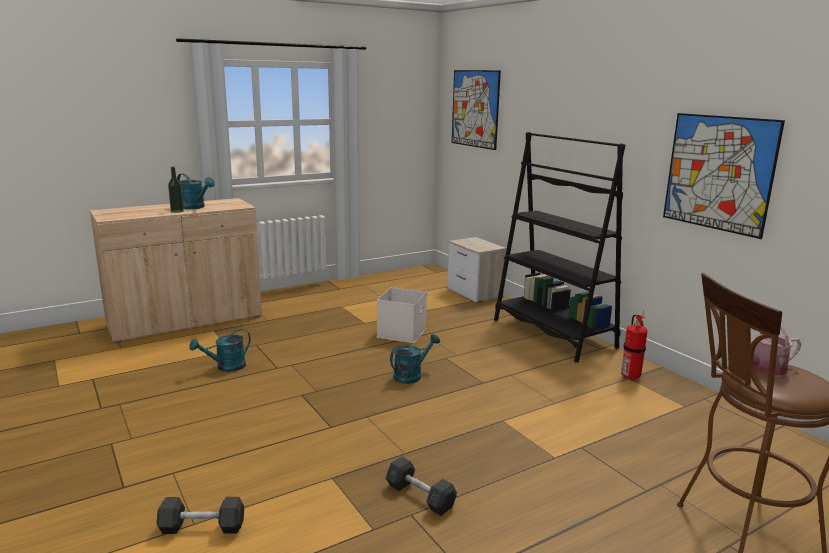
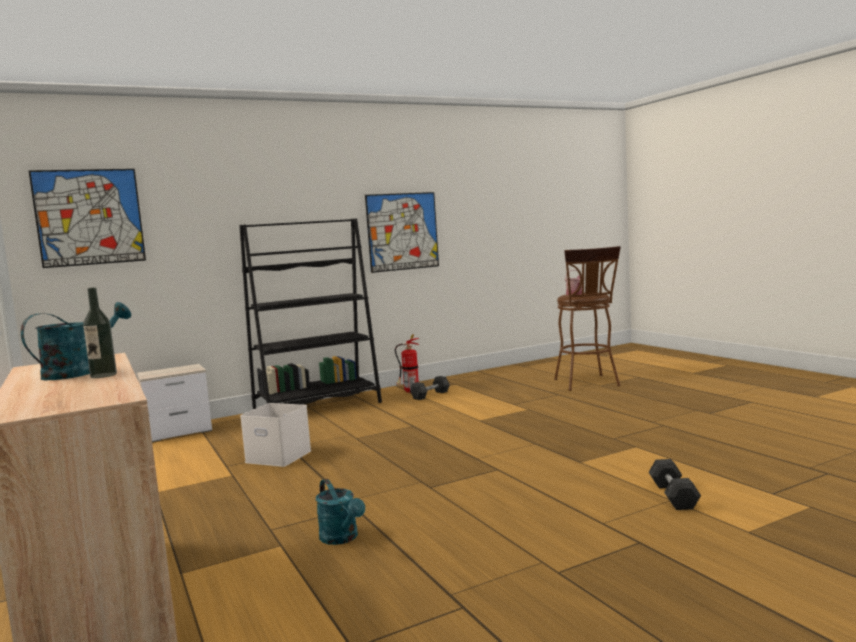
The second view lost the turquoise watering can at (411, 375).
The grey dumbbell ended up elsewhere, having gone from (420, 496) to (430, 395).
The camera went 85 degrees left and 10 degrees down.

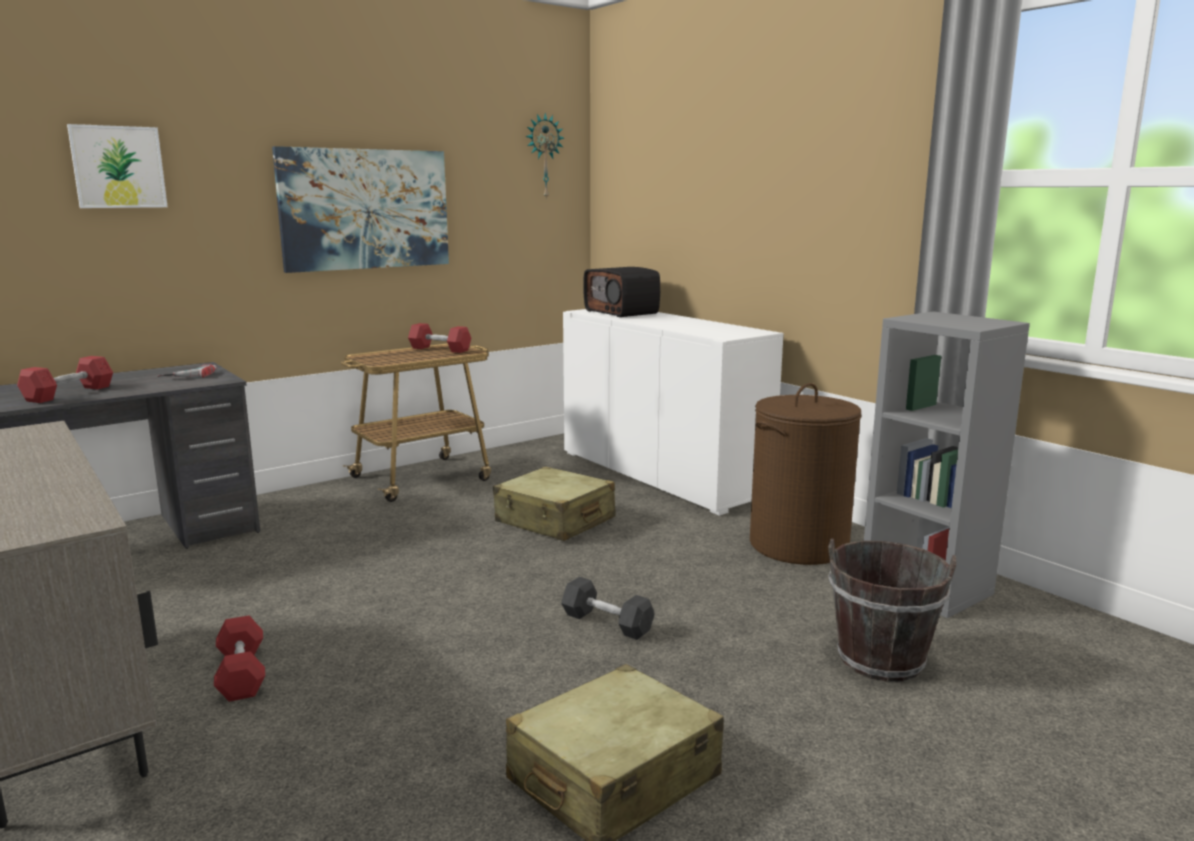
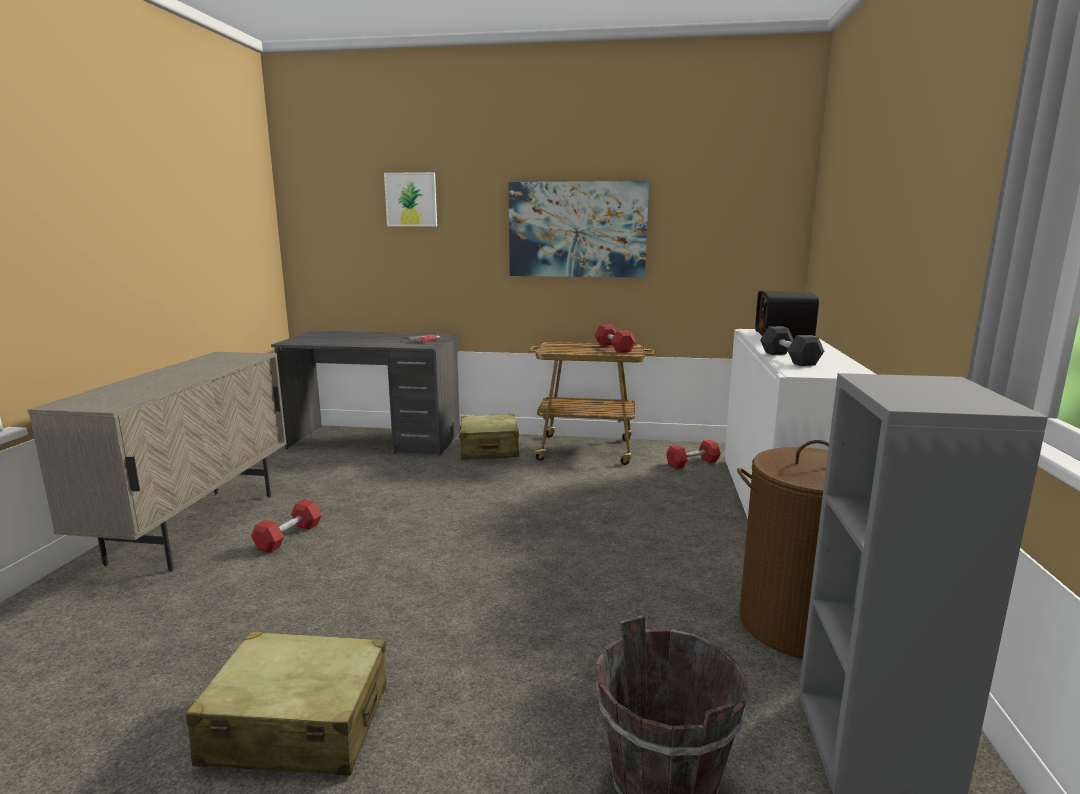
The second view lost the wall clock at (543, 156).
The red dumbbell ended up elsewhere, having gone from (69, 393) to (692, 463).
The beige suitcase ended up elsewhere, having gone from (555, 520) to (489, 449).
The grey dumbbell ended up elsewhere, having gone from (607, 623) to (789, 358).
The camera went 45 degrees right and 0 degrees up.

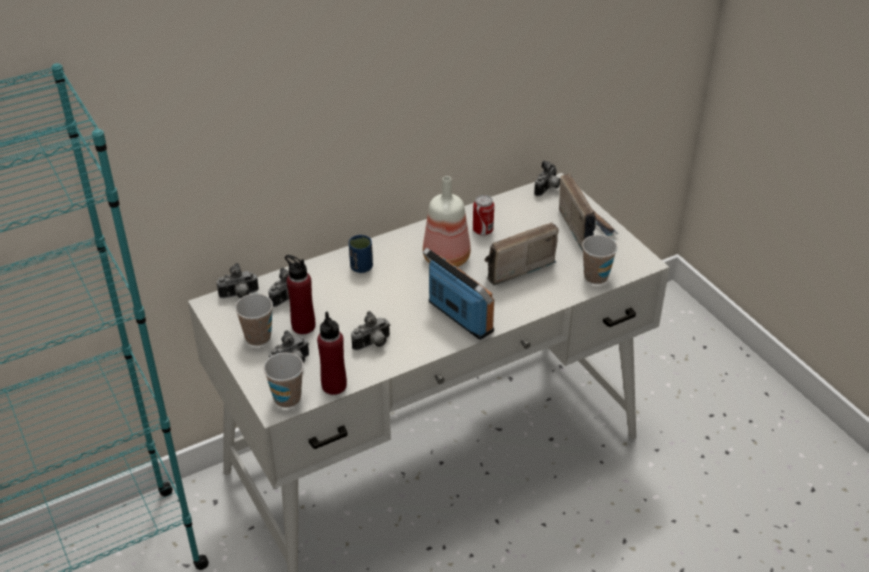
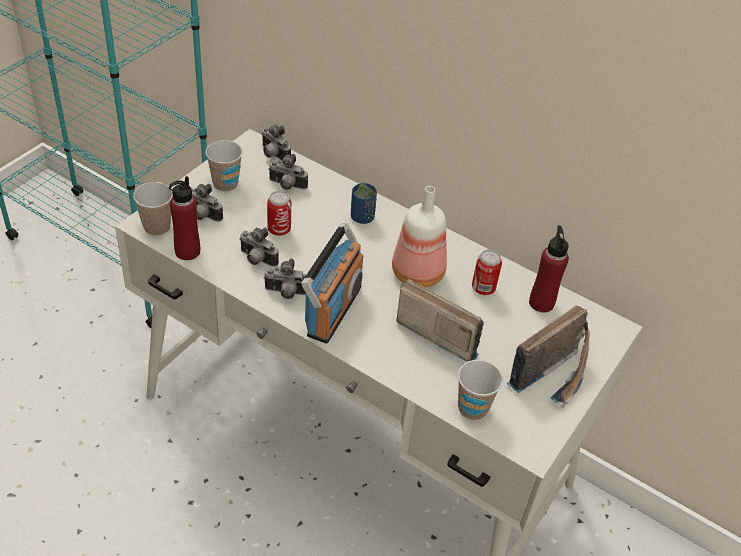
The photo camera ended up elsewhere, having gone from (548, 189) to (286, 293).
The red bottle ended up elsewhere, having gone from (303, 326) to (541, 303).
The second view gained the can at (279, 230).
The camera went 60 degrees right and 5 degrees up.

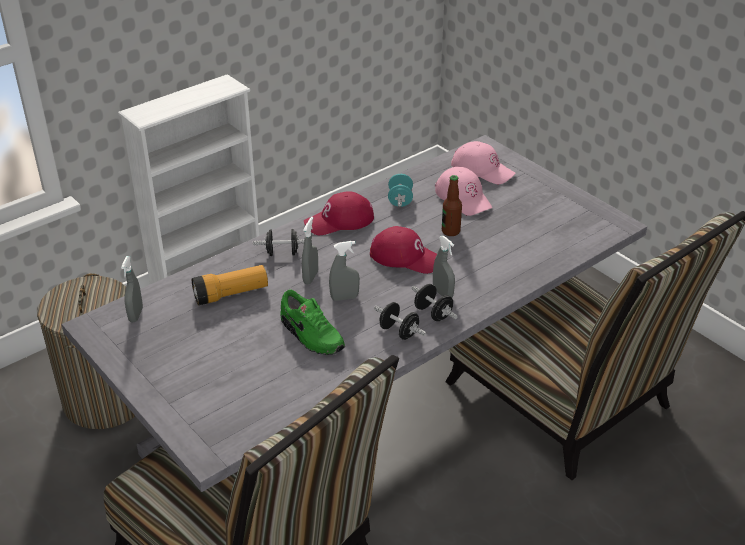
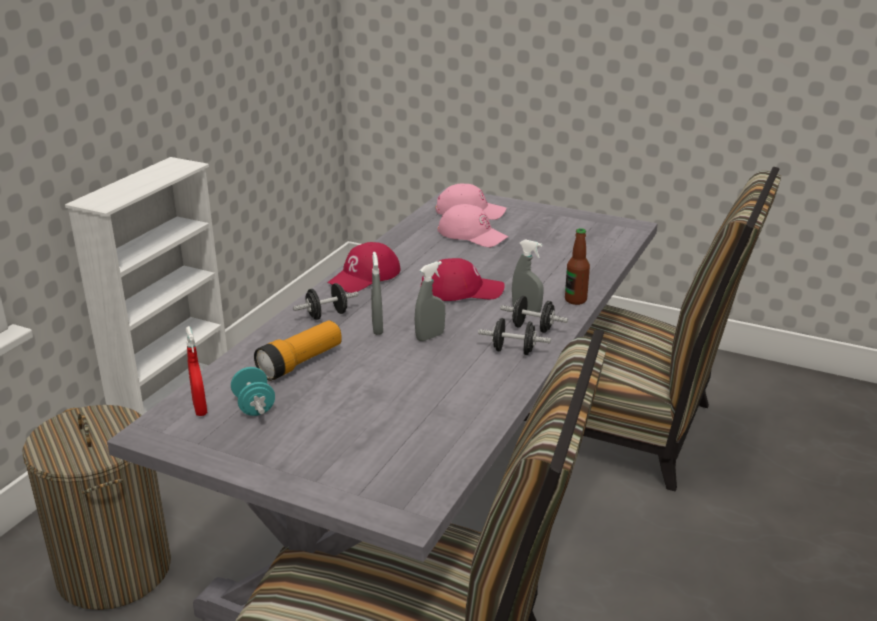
The turquoise dumbbell ended up elsewhere, having gone from (400, 200) to (254, 406).
The bottle ended up elsewhere, having gone from (450, 231) to (575, 300).
What was the grey spray bottle at (136, 315) turned into the red spray bottle at (200, 408).
The second view lost the green shoe at (310, 336).
The camera went 25 degrees left and 10 degrees down.

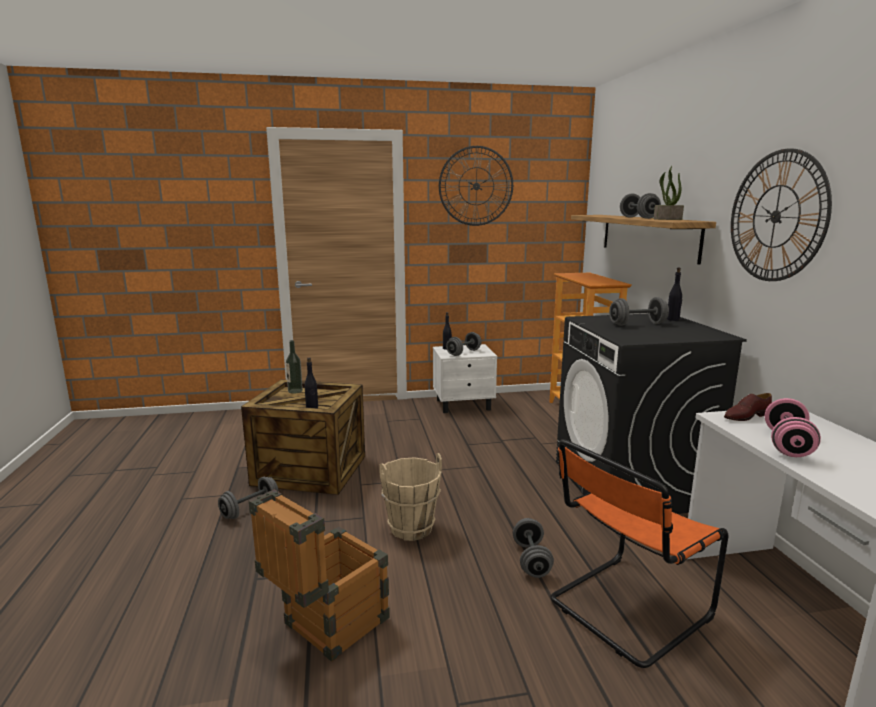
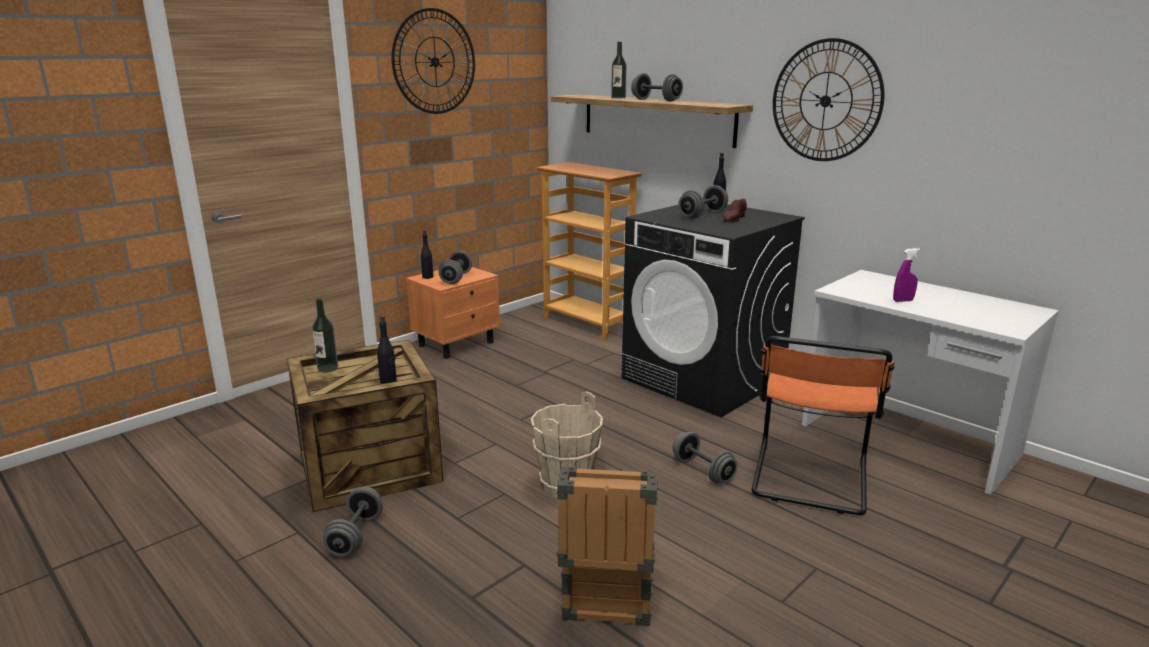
The second view lost the potted plant at (667, 219).
What was the white nightstand at (464, 405) turned into the orange nightstand at (457, 344).
The brown shoe ended up elsewhere, having gone from (745, 416) to (733, 219).
Where the pink dumbbell stood at (787, 444), the purple spray bottle came to stand at (903, 301).
The second view gained the bottle at (618, 98).
The camera went 35 degrees left and 5 degrees up.

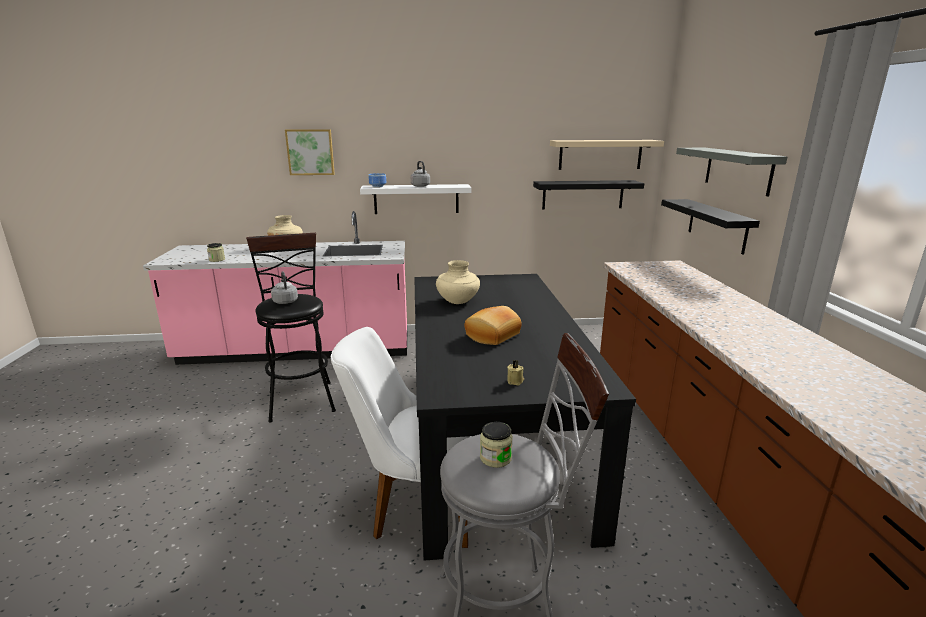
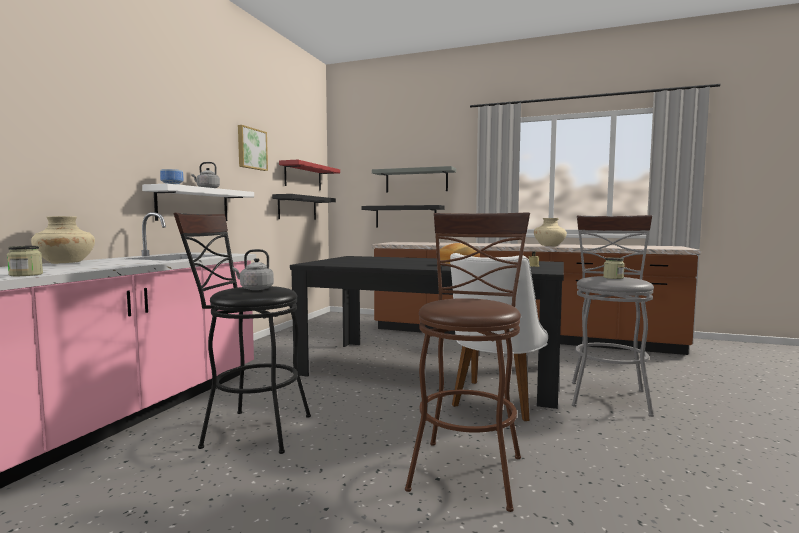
The picture ended up elsewhere, having gone from (310, 152) to (251, 149).
What was the beige shelf at (600, 154) turned into the red shelf at (303, 177).
The beige vase ended up elsewhere, having gone from (458, 301) to (549, 246).
The second view gained the brown stool at (468, 466).
The camera went 65 degrees left and 15 degrees down.

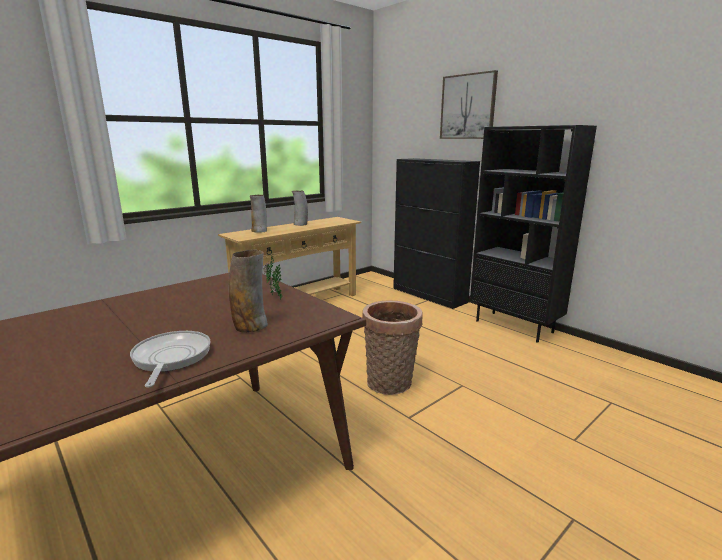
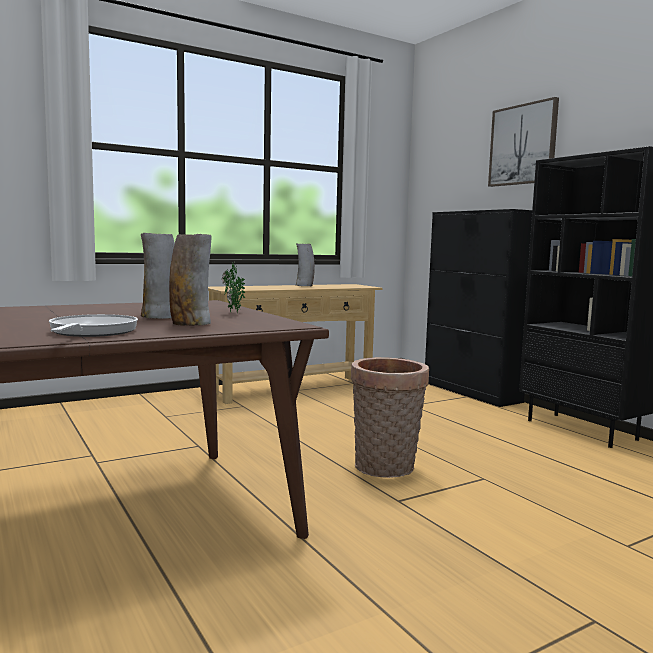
The vase ended up elsewhere, having gone from (259, 231) to (160, 317).
The camera went 10 degrees right and 10 degrees down.

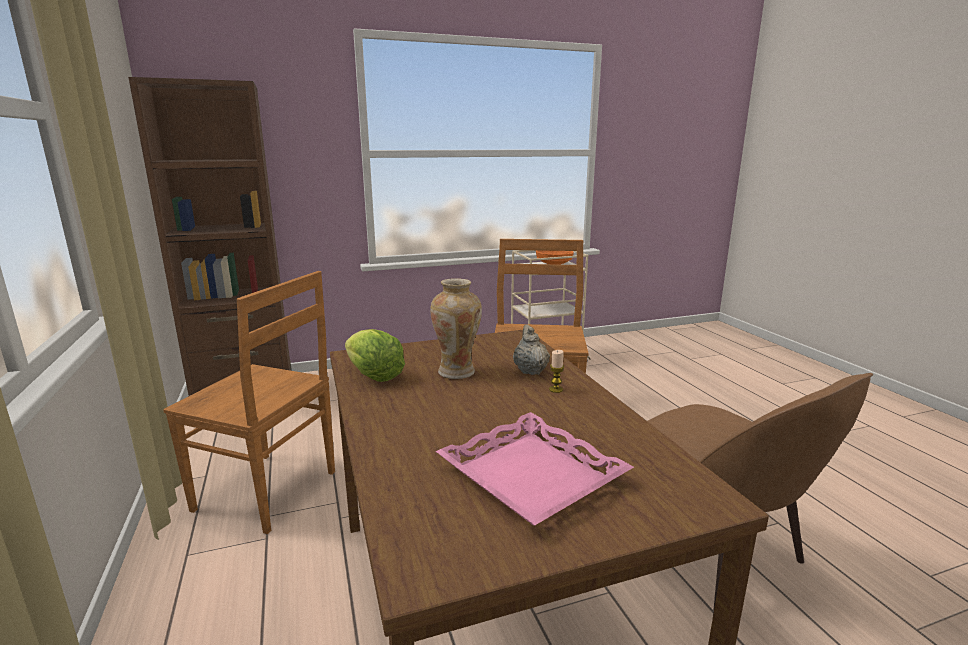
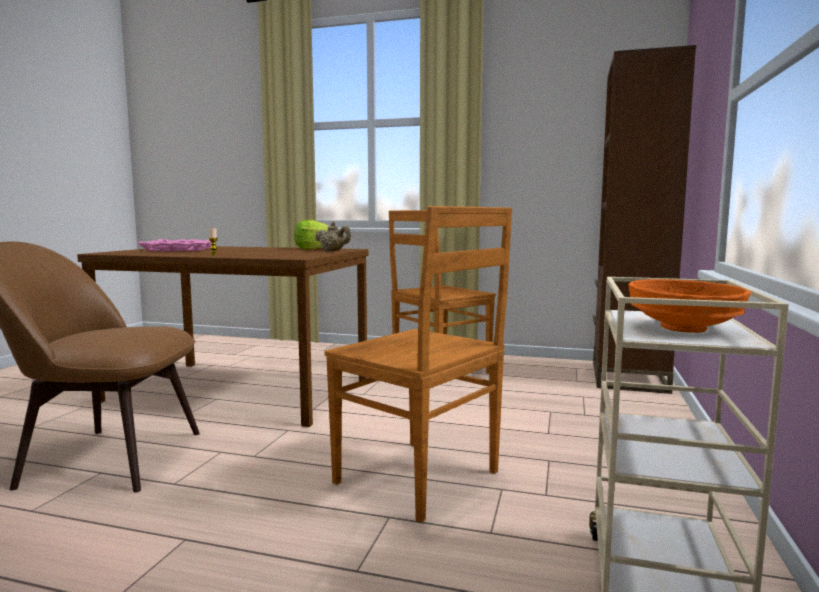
The second view lost the vase at (457, 372).
The beige teapot ended up elsewhere, having gone from (530, 370) to (333, 251).
The camera went 125 degrees right and 10 degrees down.

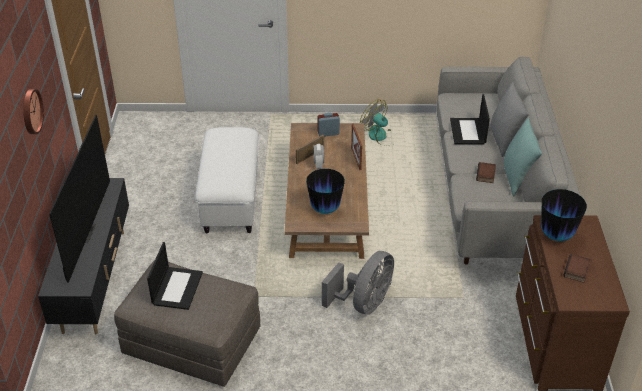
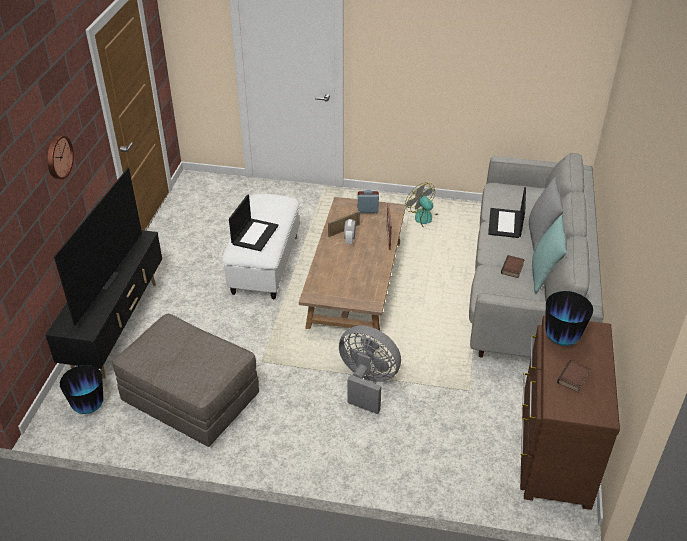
The vase ended up elsewhere, having gone from (325, 209) to (89, 407).
The laptop ended up elsewhere, having gone from (177, 288) to (254, 234).
The grey fan at (364, 303) ended up facing another way, 105 degrees counterclockwise from before.
The camera went 10 degrees right and 0 degrees up.

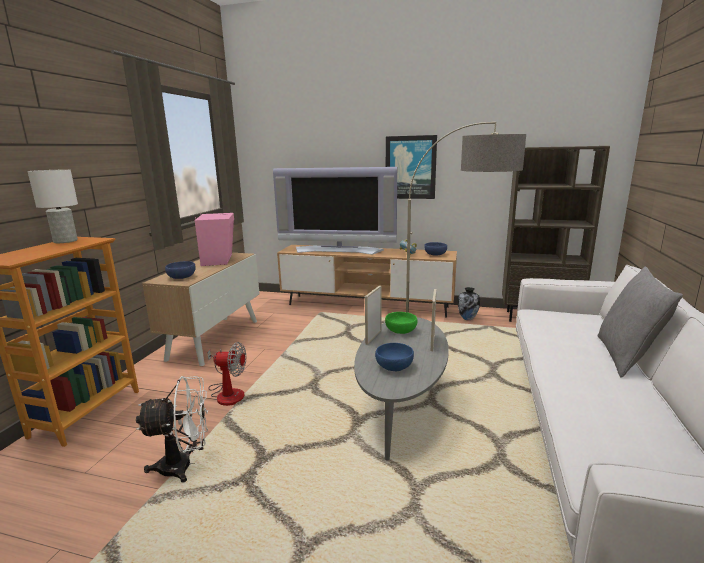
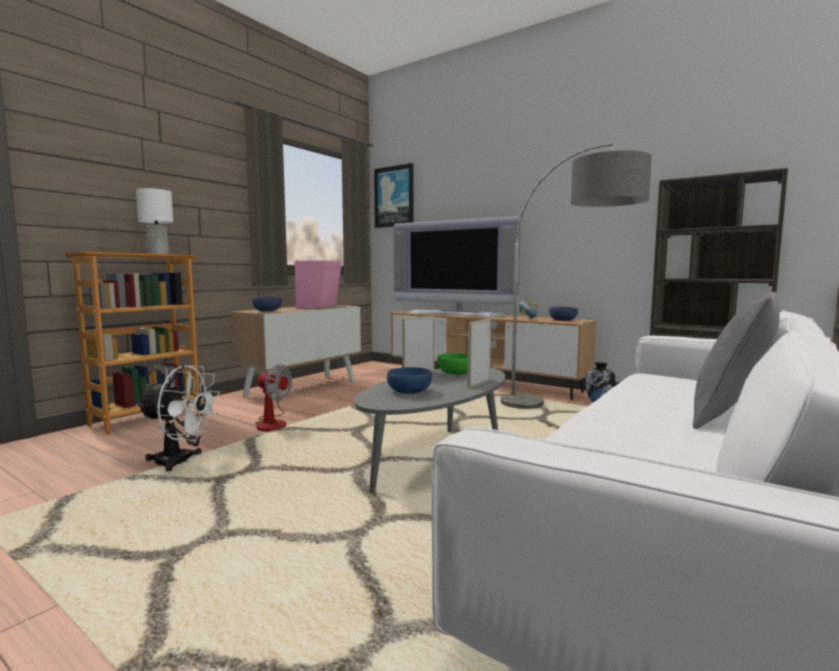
The picture ended up elsewhere, having gone from (410, 167) to (394, 196).
The camera went 20 degrees right and 10 degrees down.

